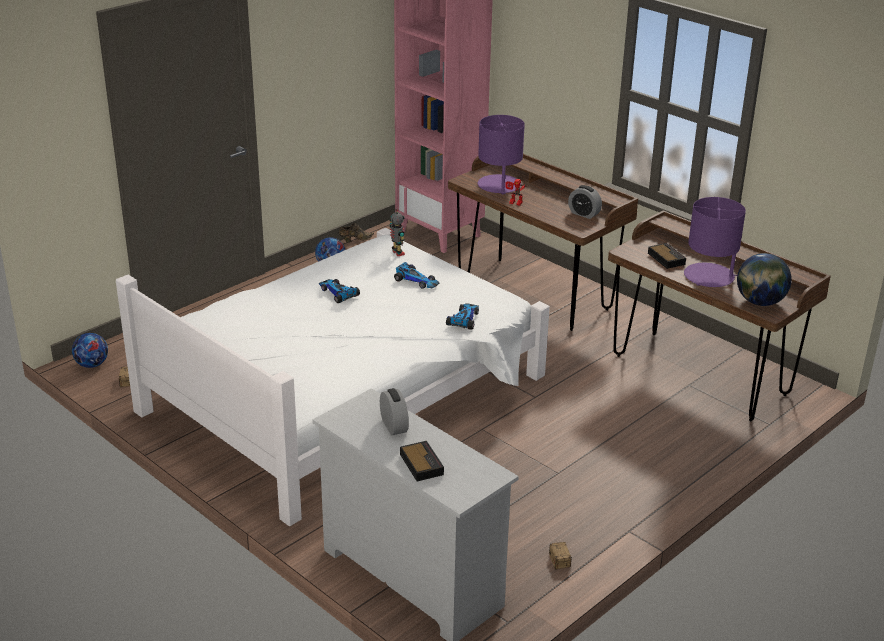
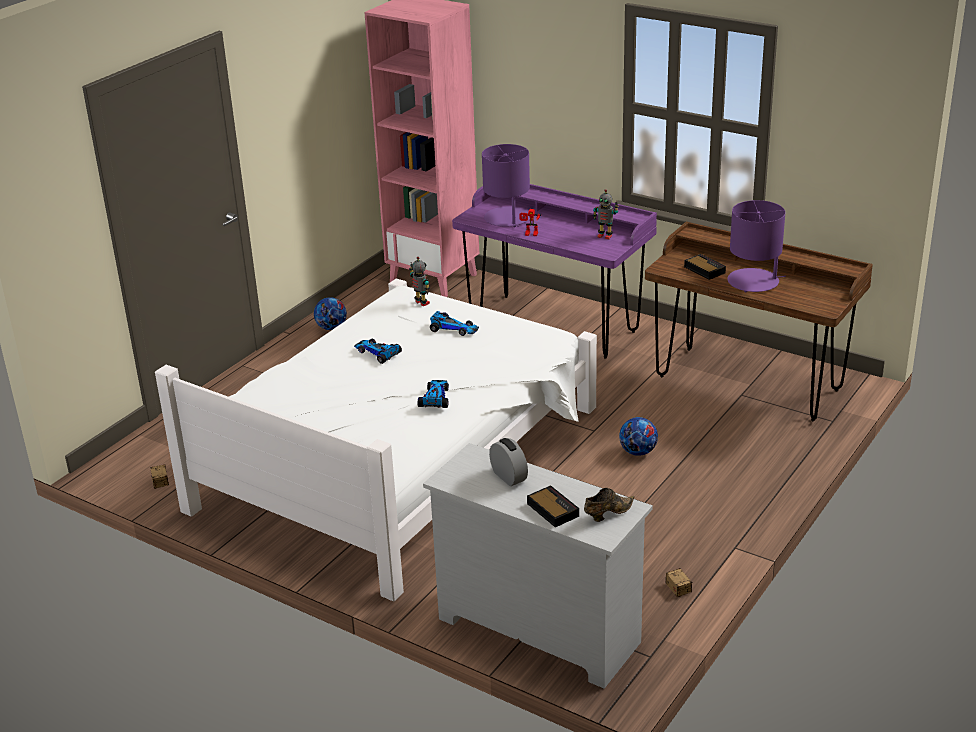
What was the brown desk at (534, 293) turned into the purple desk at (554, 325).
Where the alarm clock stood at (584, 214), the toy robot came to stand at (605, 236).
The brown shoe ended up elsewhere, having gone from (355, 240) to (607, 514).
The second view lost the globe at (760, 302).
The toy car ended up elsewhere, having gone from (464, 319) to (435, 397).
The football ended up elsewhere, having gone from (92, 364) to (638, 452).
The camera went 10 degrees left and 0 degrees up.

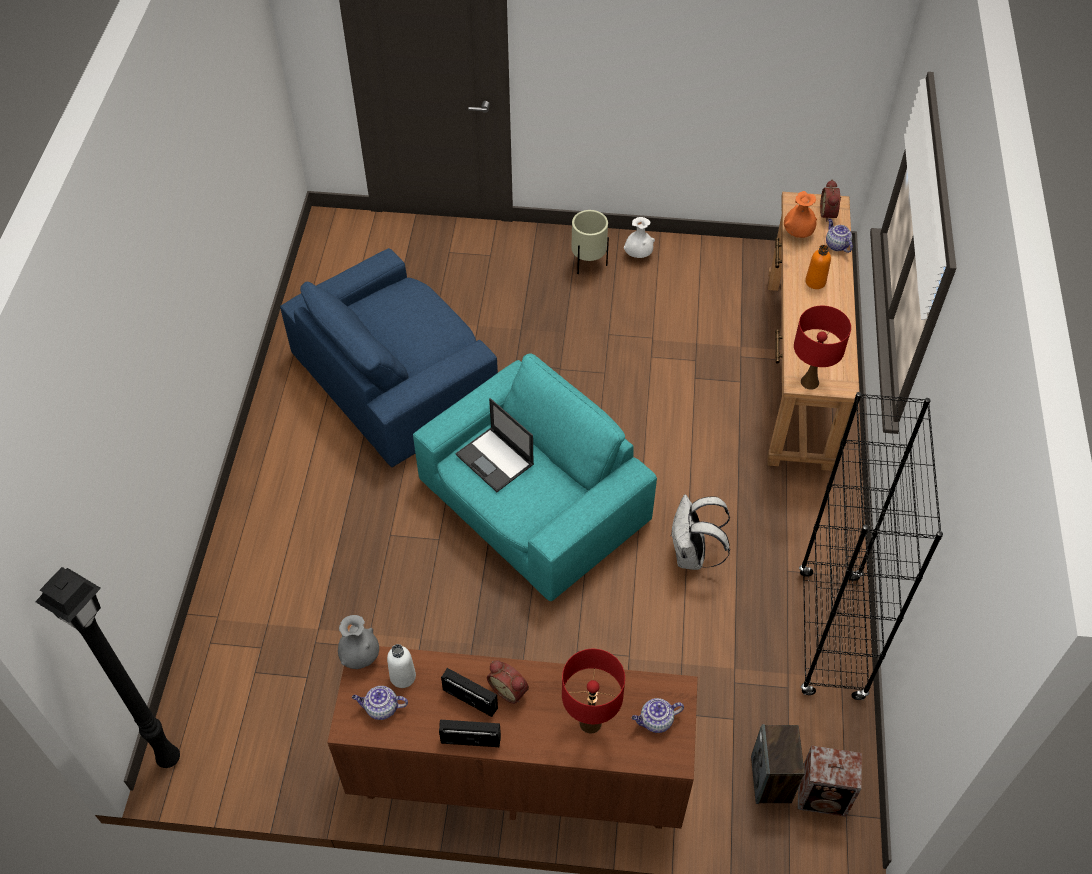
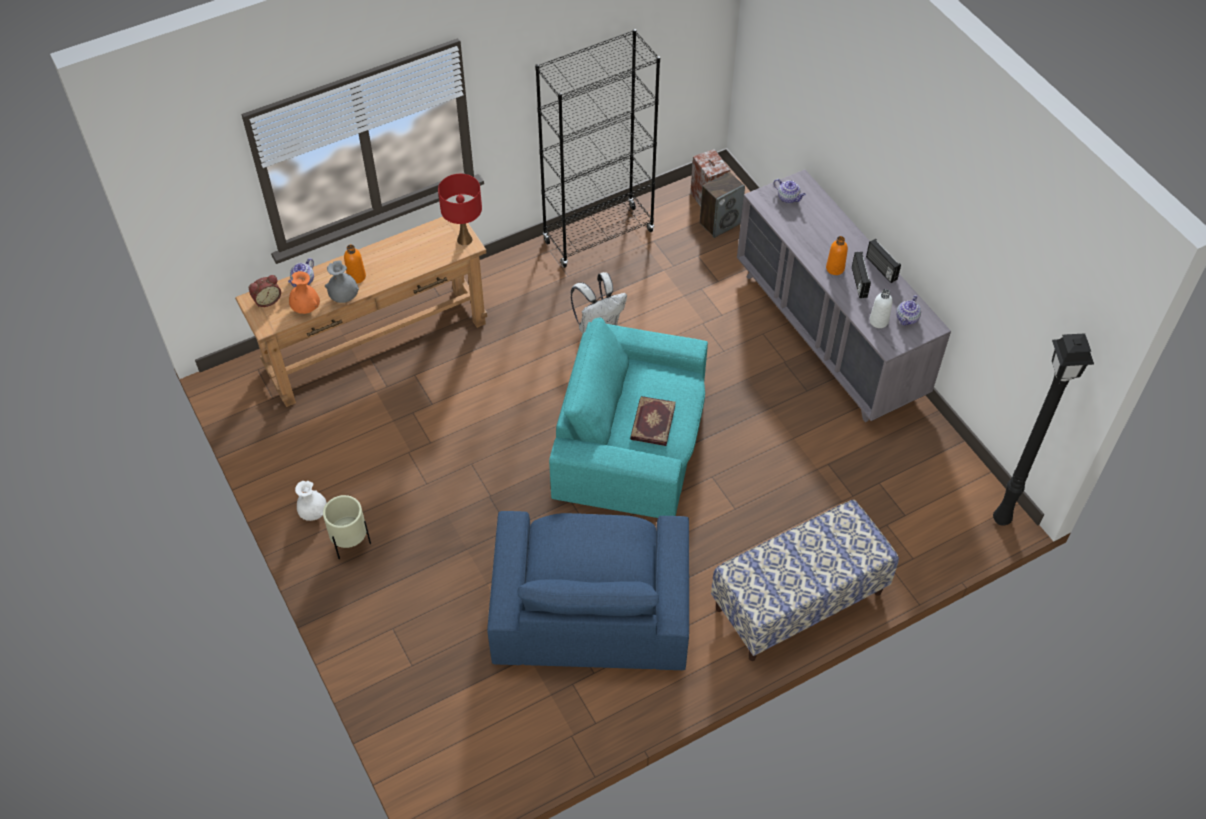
The blue armchair at (395, 377) ended up facing another way, 75 degrees clockwise from before.
Where the laptop stood at (495, 460), the book came to stand at (652, 422).
The grey vase ended up elsewhere, having gone from (360, 657) to (344, 297).
What was the brown dresser at (517, 773) turned into the grey dresser at (828, 335).
The second view lost the red table lamp at (590, 723).
Where the alarm clock stood at (509, 689), the orange bottle came to stand at (835, 268).
The teapot at (381, 708) ended up facing another way, 60 degrees clockwise from before.
The second view gained the bench at (798, 601).
The camera went 125 degrees left and 0 degrees up.

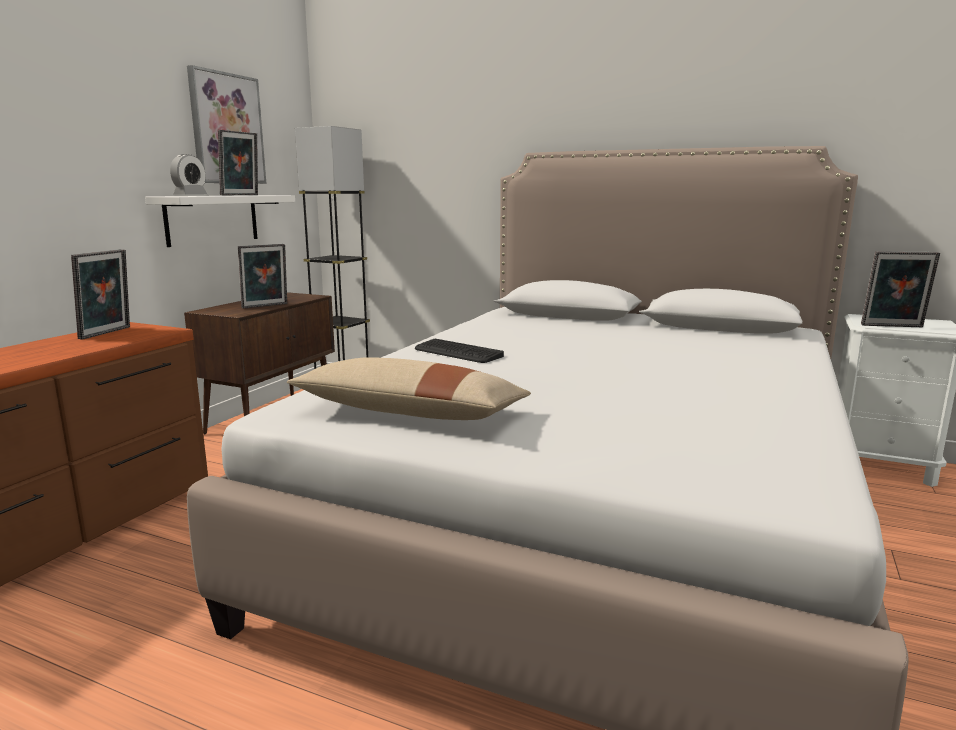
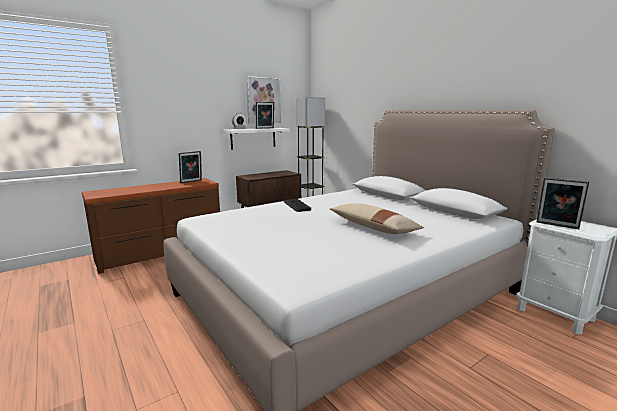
The second view lost the picture frame at (265, 306).
The beige pillow ended up elsewhere, having gone from (411, 413) to (373, 228).
The camera went 30 degrees right and 0 degrees up.

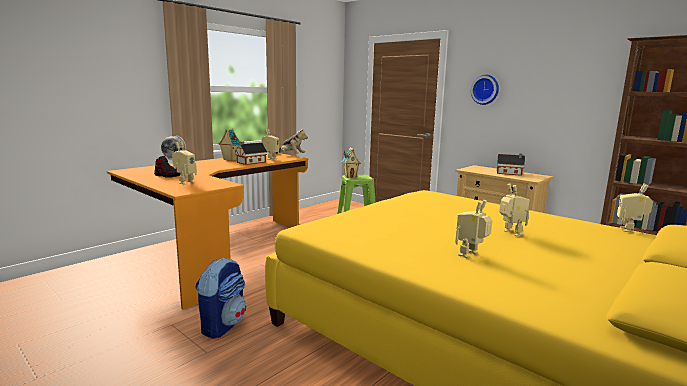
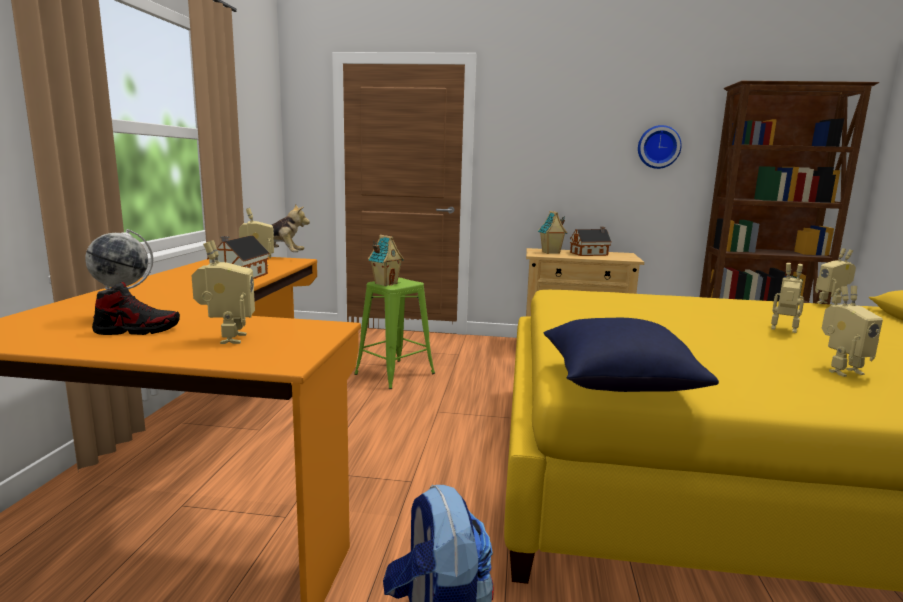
The wall clock ended up elsewhere, having gone from (485, 89) to (658, 147).
The toy house ended up elsewhere, having gone from (230, 159) to (550, 252).
The toy robot at (471, 255) ended up facing another way, 120 degrees counterclockwise from before.
The second view gained the blue pillow at (618, 382).
The camera went 35 degrees left and 0 degrees up.

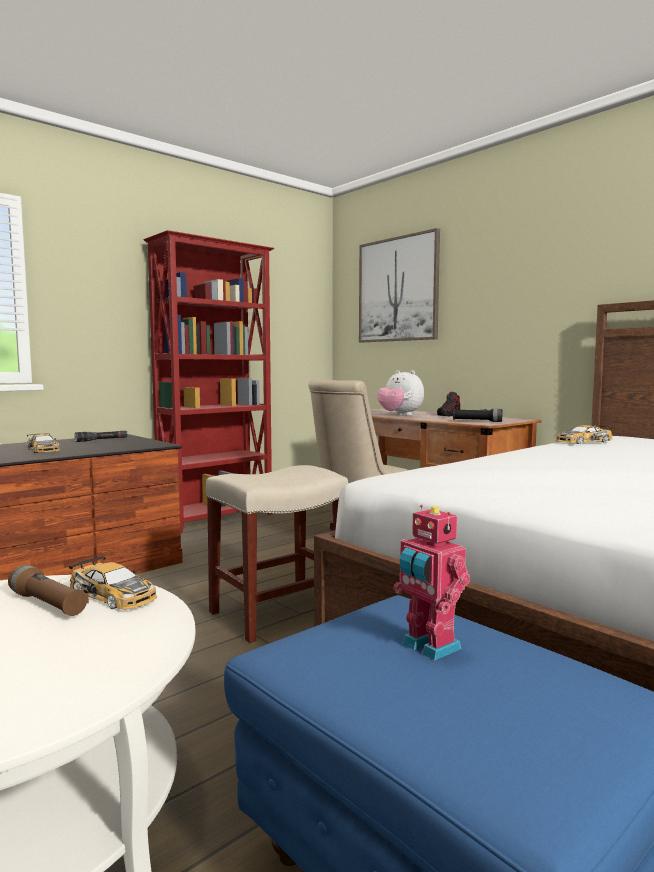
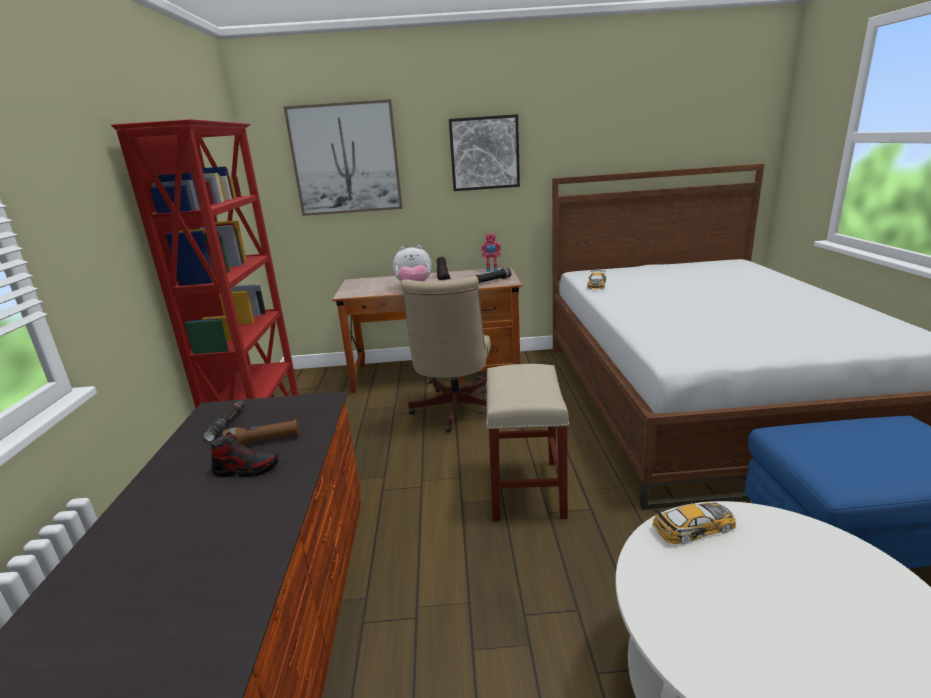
Where the toy car stood at (43, 450), the shoe came to stand at (246, 469).
The toy robot ended up elsewhere, having gone from (428, 647) to (492, 270).
The brown flashlight ended up elsewhere, having gone from (47, 604) to (263, 441).
The second view gained the picture at (484, 153).
The camera went 50 degrees left and 15 degrees up.

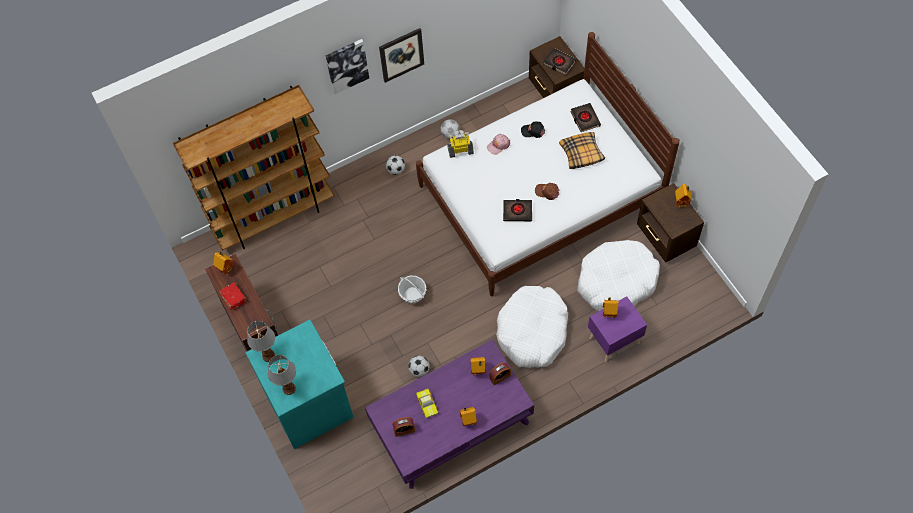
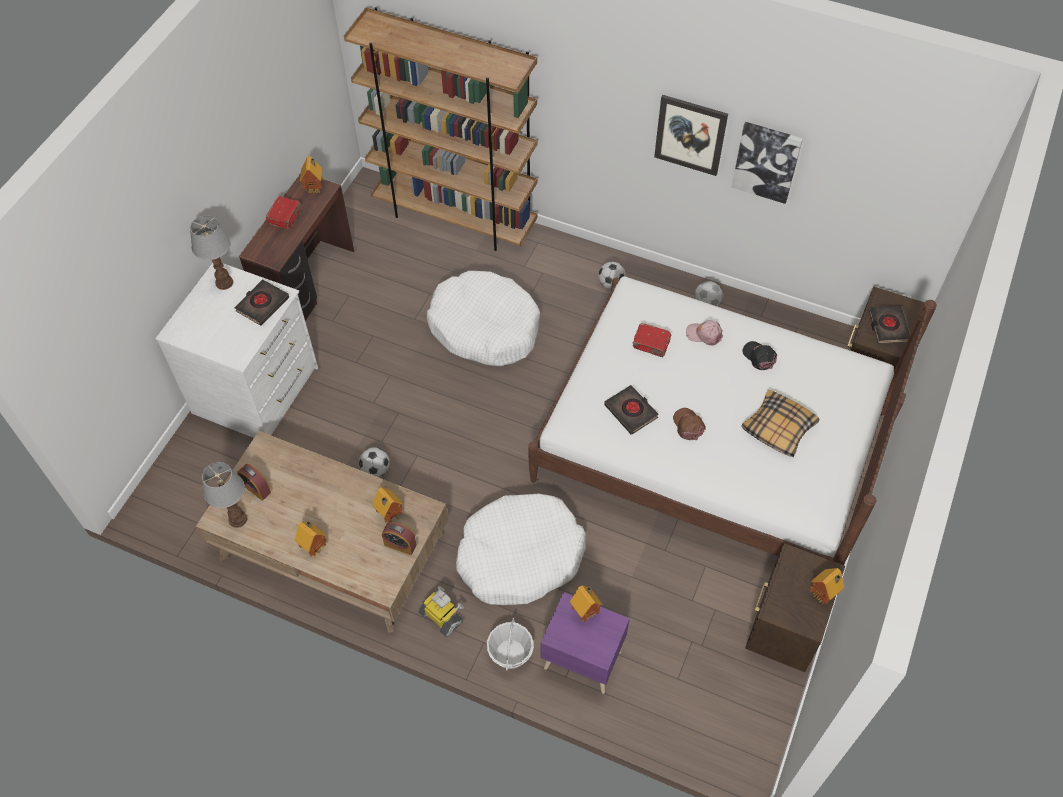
The picture ended up elsewhere, having gone from (347, 65) to (766, 161).
The black book ended up elsewhere, having gone from (585, 119) to (262, 304).
The toy robot ended up elsewhere, having gone from (460, 150) to (442, 617).
The white dog bed ended up elsewhere, having gone from (616, 281) to (484, 327).
The basket ended up elsewhere, having gone from (413, 295) to (510, 653).
What was the turquoise dresser at (309, 402) turned into the white dresser at (257, 391).
What was the purple coffee table at (451, 422) turned into the brown coffee table at (332, 546).
The table lamp ended up elsewhere, having gone from (288, 389) to (237, 519).
The second view lost the toy car at (427, 404).
The second view gained the red book at (651, 344).
The camera went 50 degrees right and 5 degrees down.

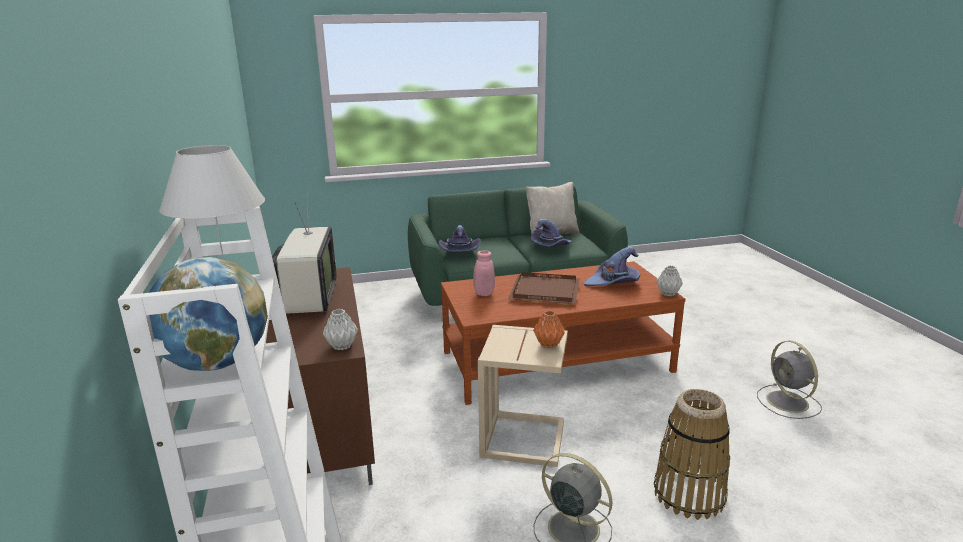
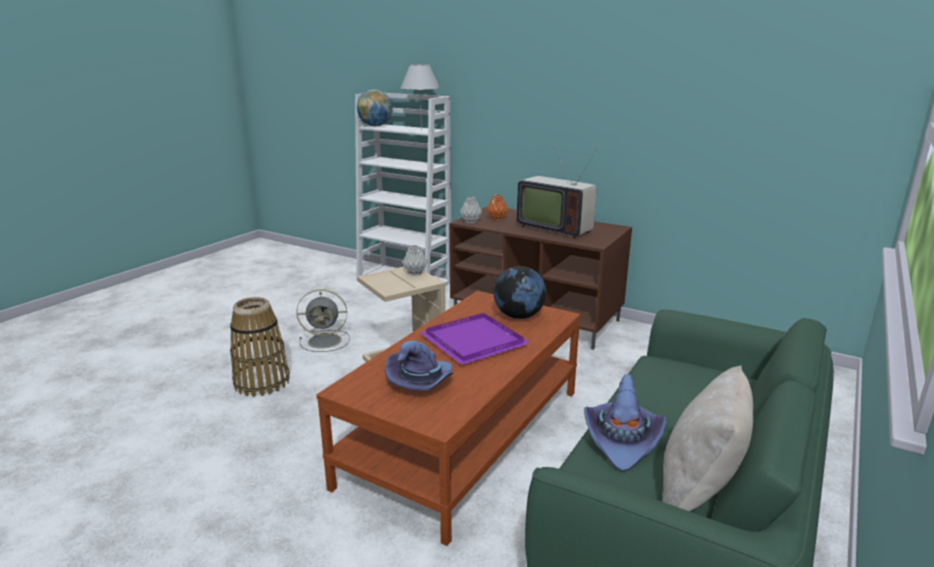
The second view lost the purple hat at (459, 252).
Where the pink vase stood at (483, 294), the globe came to stand at (519, 316).
The grey vase ended up elsewhere, having gone from (668, 293) to (415, 273).
What was the brown tray at (544, 290) turned into the purple tray at (476, 341).
The orange vase ended up elsewhere, having gone from (548, 345) to (497, 219).
The second view lost the grey fan at (788, 402).
The camera went 135 degrees right and 0 degrees up.

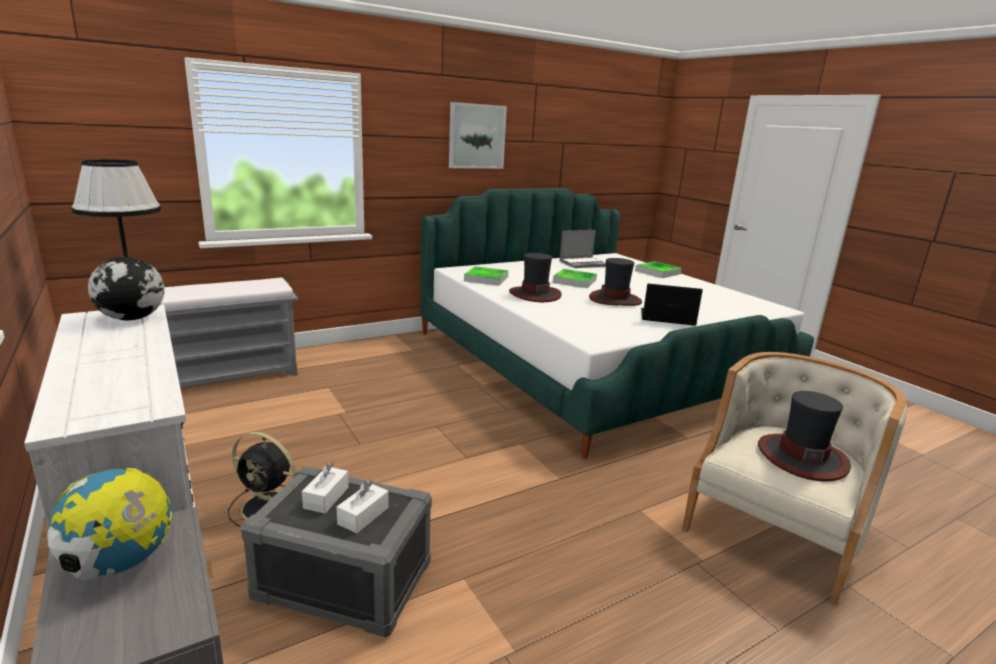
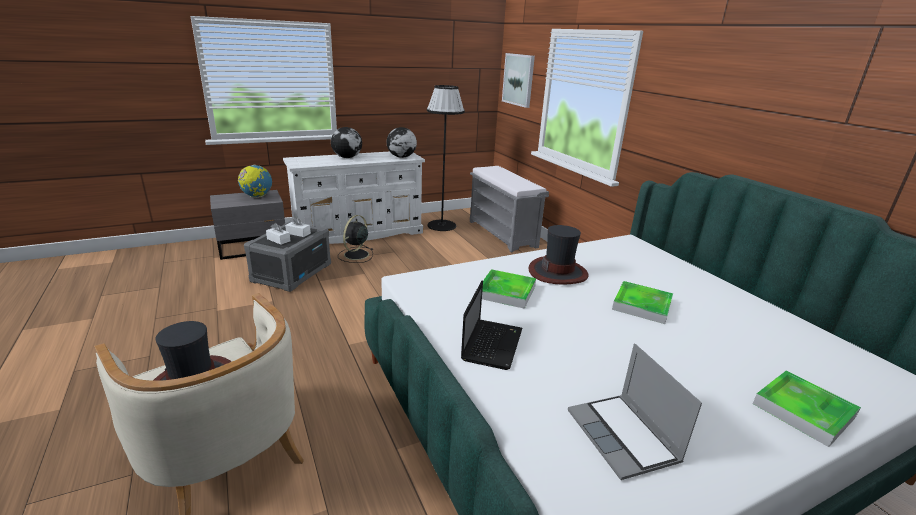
The picture ended up elsewhere, having gone from (476, 136) to (518, 79).
The laptop ended up elsewhere, having gone from (583, 263) to (624, 437).
The second view lost the hat at (615, 299).
The tray ended up elsewhere, having gone from (486, 279) to (506, 292).
The second view gained the globe at (347, 157).
The camera went 95 degrees right and 5 degrees up.

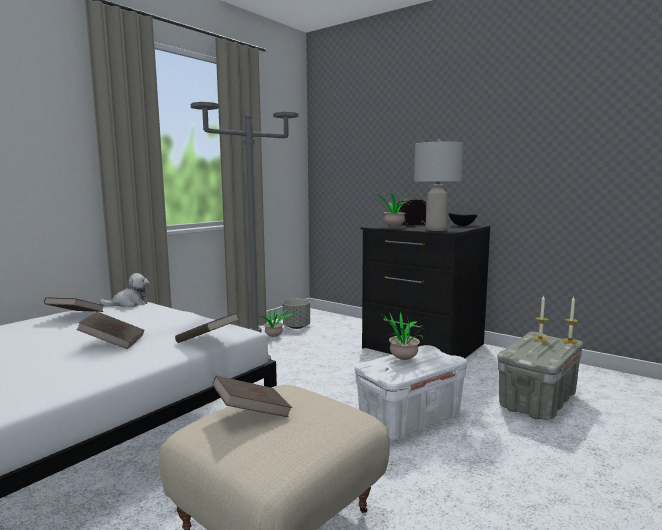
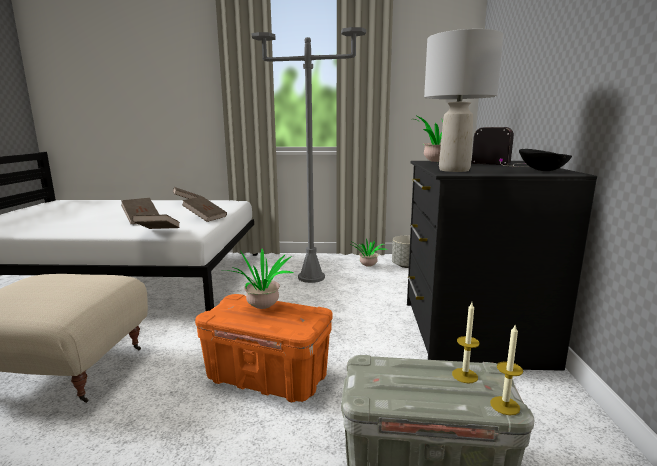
The second view lost the plush toy at (129, 304).
What was the white storage box at (410, 420) turned into the orange storage box at (266, 377).
The brown book ended up elsewhere, having gone from (252, 413) to (205, 217).
The camera went 55 degrees right and 5 degrees up.

